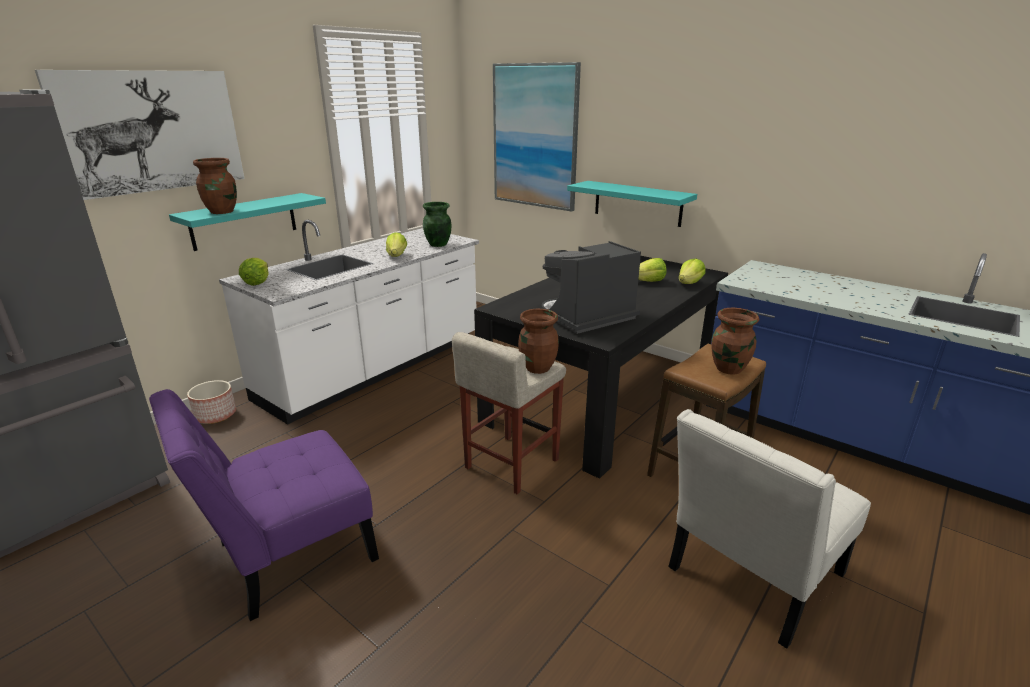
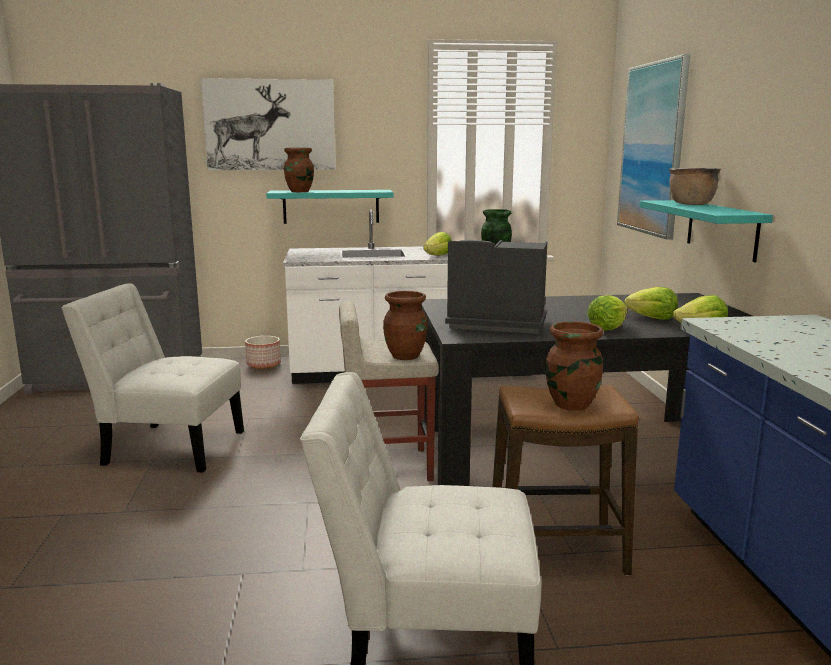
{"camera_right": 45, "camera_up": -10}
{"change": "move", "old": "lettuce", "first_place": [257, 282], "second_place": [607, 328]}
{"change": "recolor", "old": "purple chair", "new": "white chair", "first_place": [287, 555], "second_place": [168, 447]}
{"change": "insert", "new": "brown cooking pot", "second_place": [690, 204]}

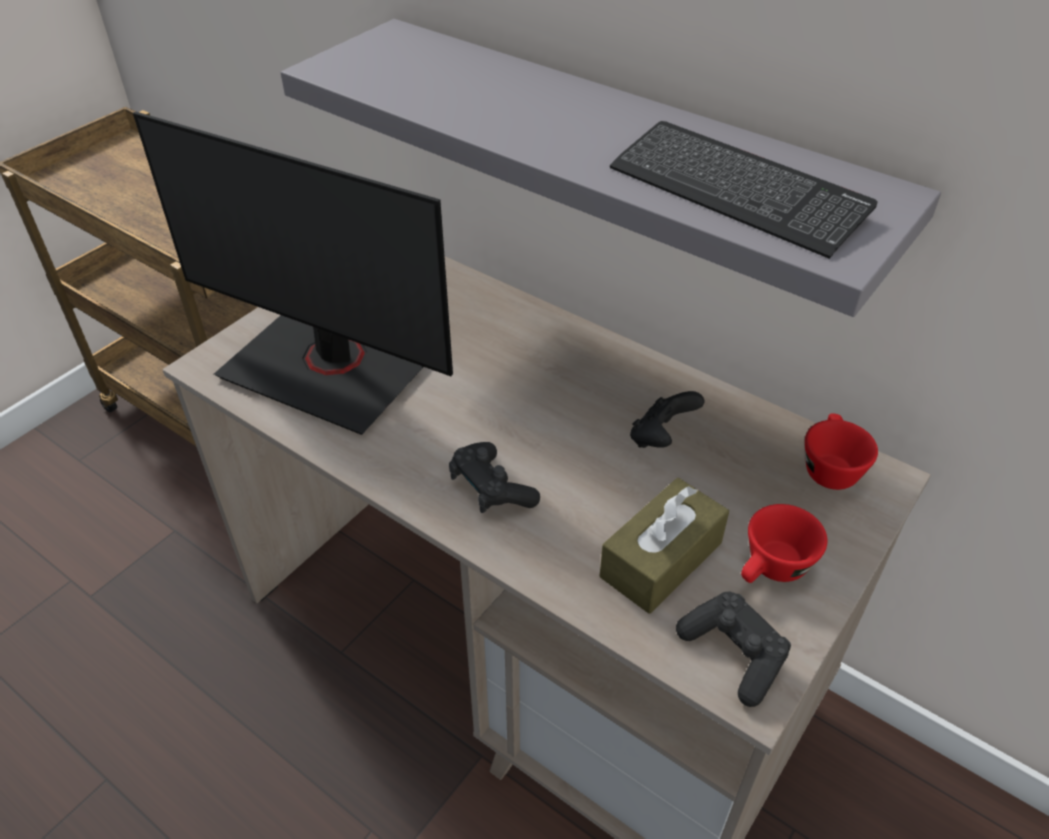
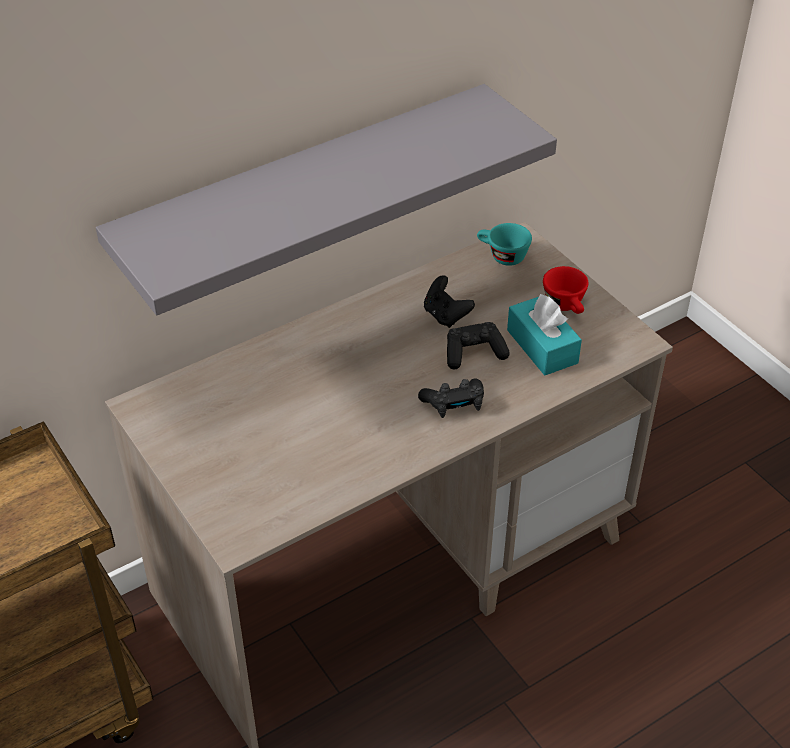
{"camera_right": -70, "camera_up": 0}
{"change": "delete", "old": "monitor", "first_place": [327, 369]}
{"change": "delete", "old": "keyboard", "first_place": [737, 192]}
{"change": "recolor", "old": "red cup", "new": "turquoise cup", "first_place": [829, 466], "second_place": [502, 256]}
{"change": "recolor", "old": "brown tissue box", "new": "turquoise tissue box", "first_place": [661, 559], "second_place": [542, 346]}
{"change": "move", "old": "black game controller", "first_place": [733, 654], "second_place": [474, 353]}

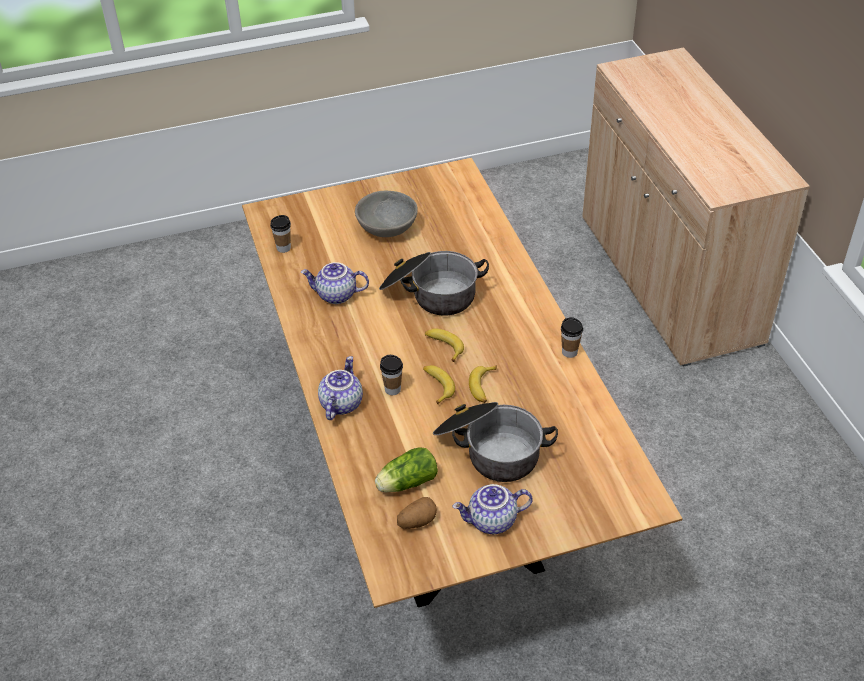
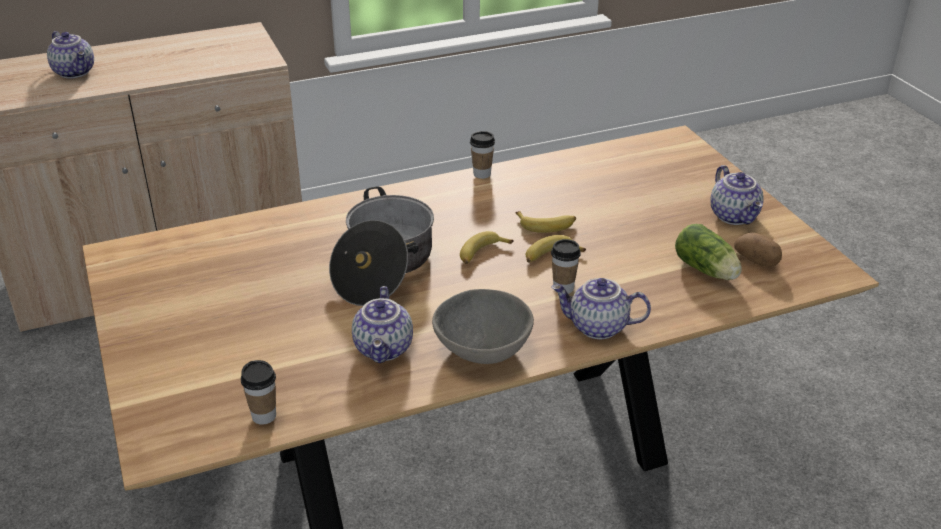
{"camera_right": -95, "camera_up": -10}
{"change": "move", "old": "grey bowl", "first_place": [388, 227], "second_place": [481, 348]}
{"change": "delete", "old": "cooking pot", "first_place": [490, 450]}
{"change": "insert", "new": "teapot", "second_place": [75, 72]}

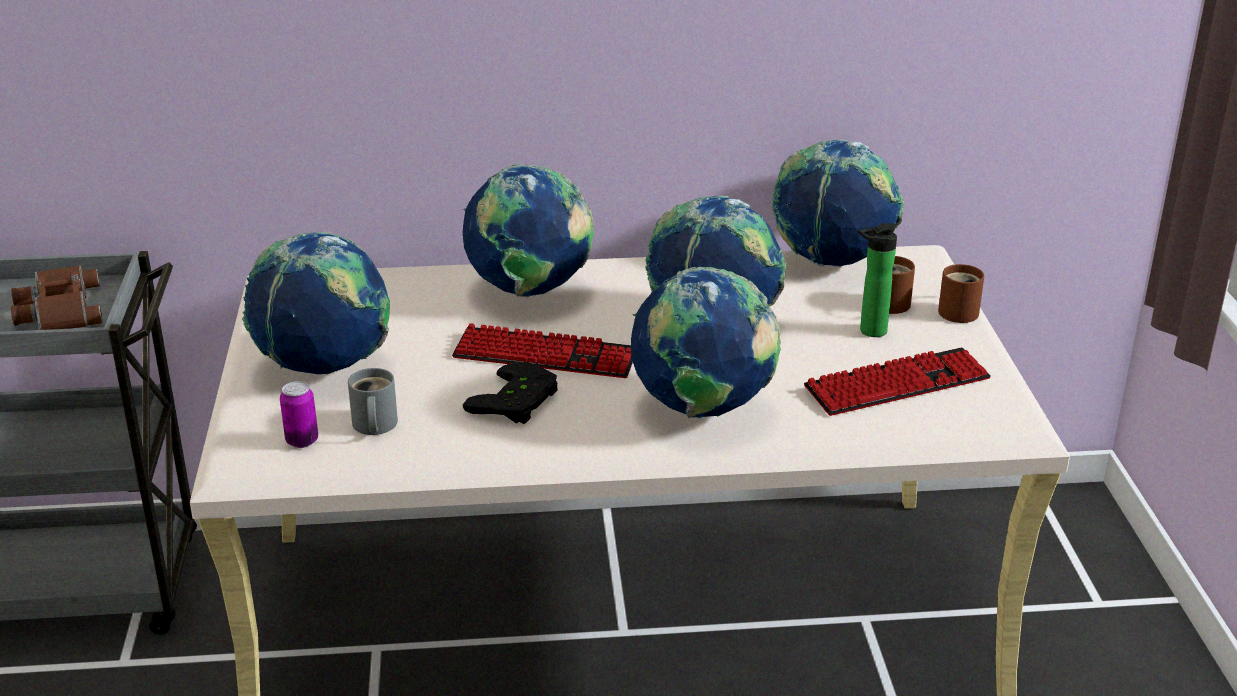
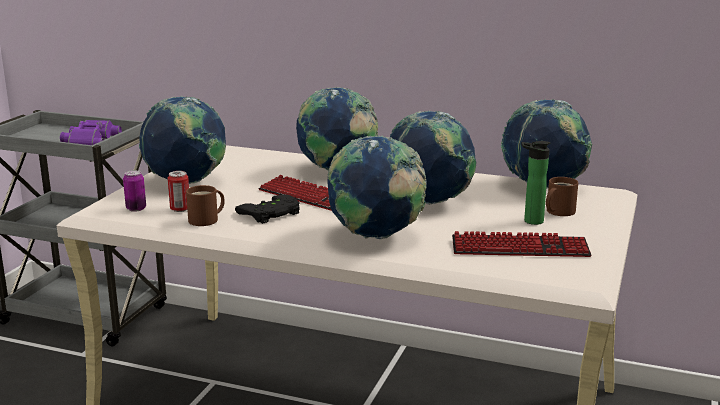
{"camera_right": 25, "camera_up": -10}
{"change": "move", "old": "brown mug", "first_place": [961, 311], "second_place": [206, 220]}
{"change": "recolor", "old": "brown binoculars", "new": "purple binoculars", "first_place": [57, 310], "second_place": [89, 141]}
{"change": "replace", "old": "grey mug", "new": "can", "first_place": [373, 425], "second_place": [180, 209]}

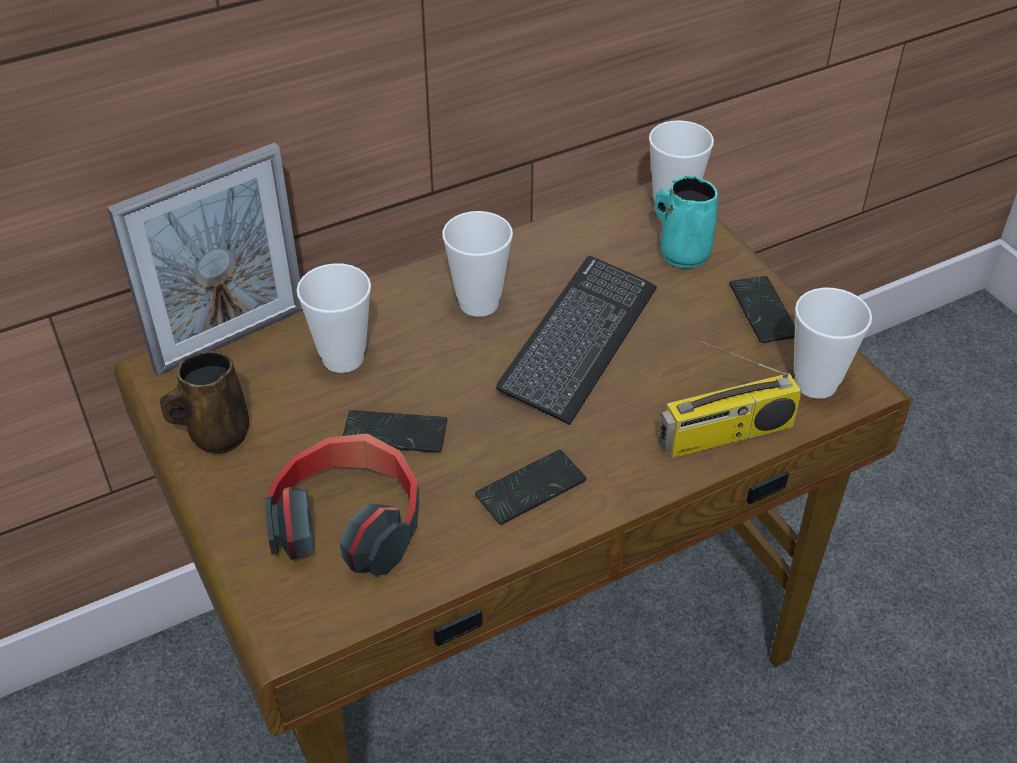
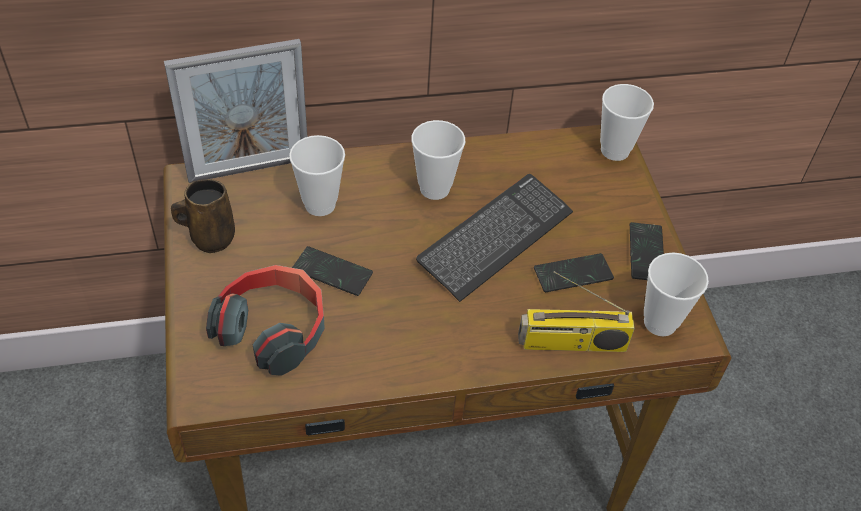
{"camera_right": 15, "camera_up": 5}
{"change": "delete", "old": "turquoise mug", "first_place": [682, 252]}
{"change": "move", "old": "phone", "first_place": [531, 489], "second_place": [573, 274]}

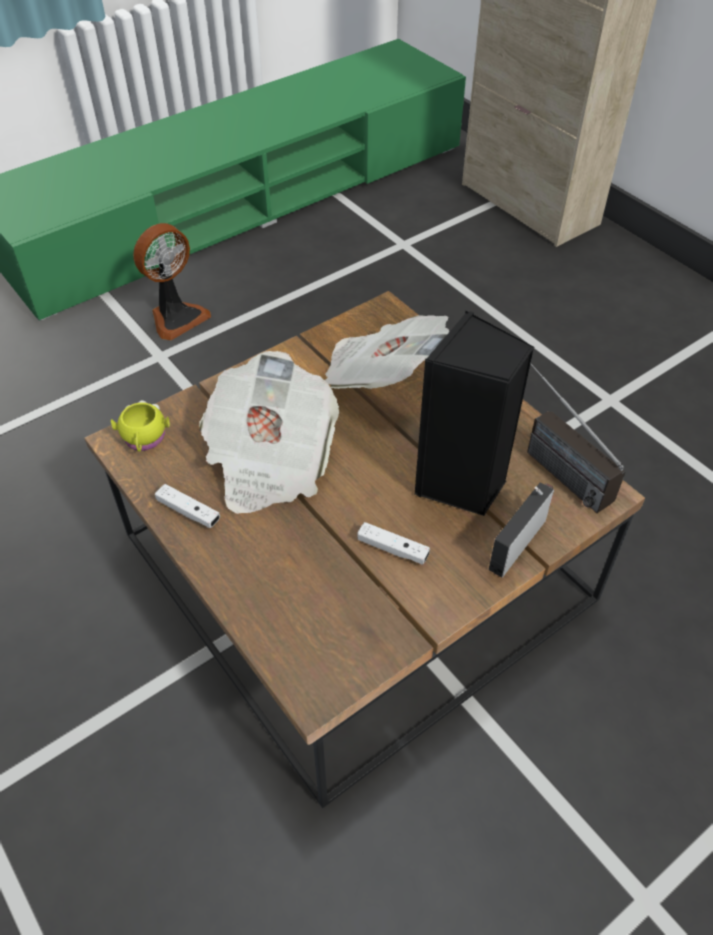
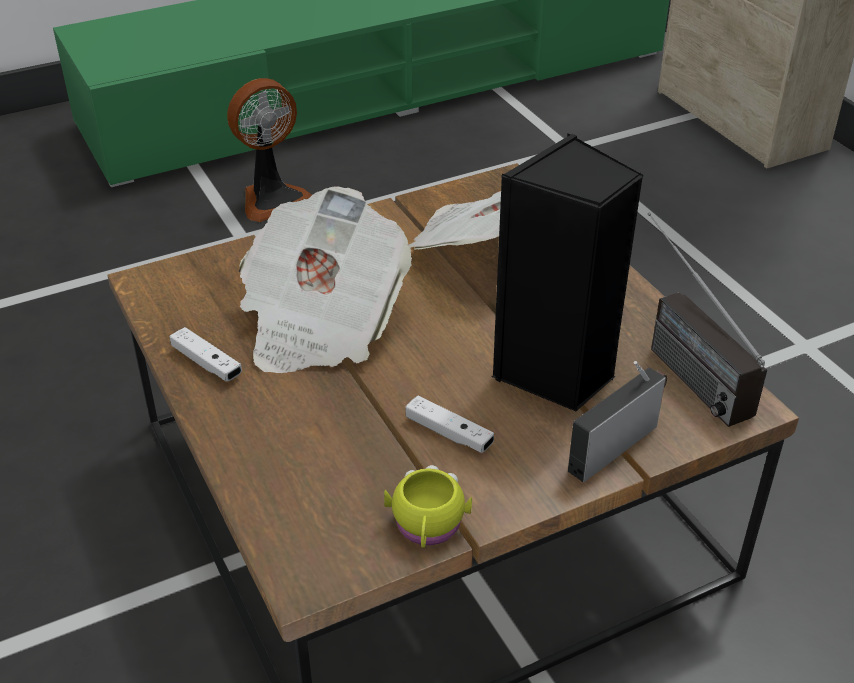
{"camera_right": 10, "camera_up": -10}
{"change": "move", "old": "yellow mug", "first_place": [144, 440], "second_place": [427, 528]}

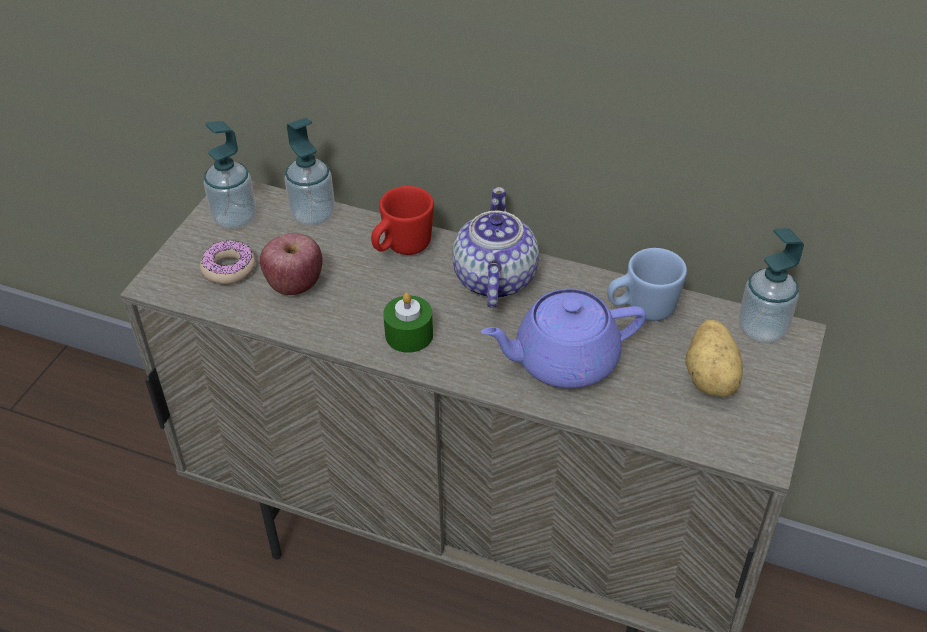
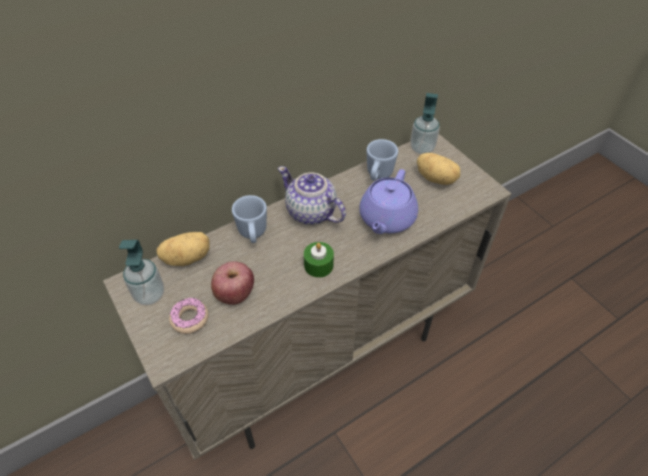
{"camera_right": -55, "camera_up": 5}
{"change": "replace", "old": "soap dispenser", "new": "potato", "first_place": [313, 215], "second_place": [187, 257]}
{"change": "recolor", "old": "red mug", "new": "blue mug", "first_place": [402, 248], "second_place": [253, 234]}

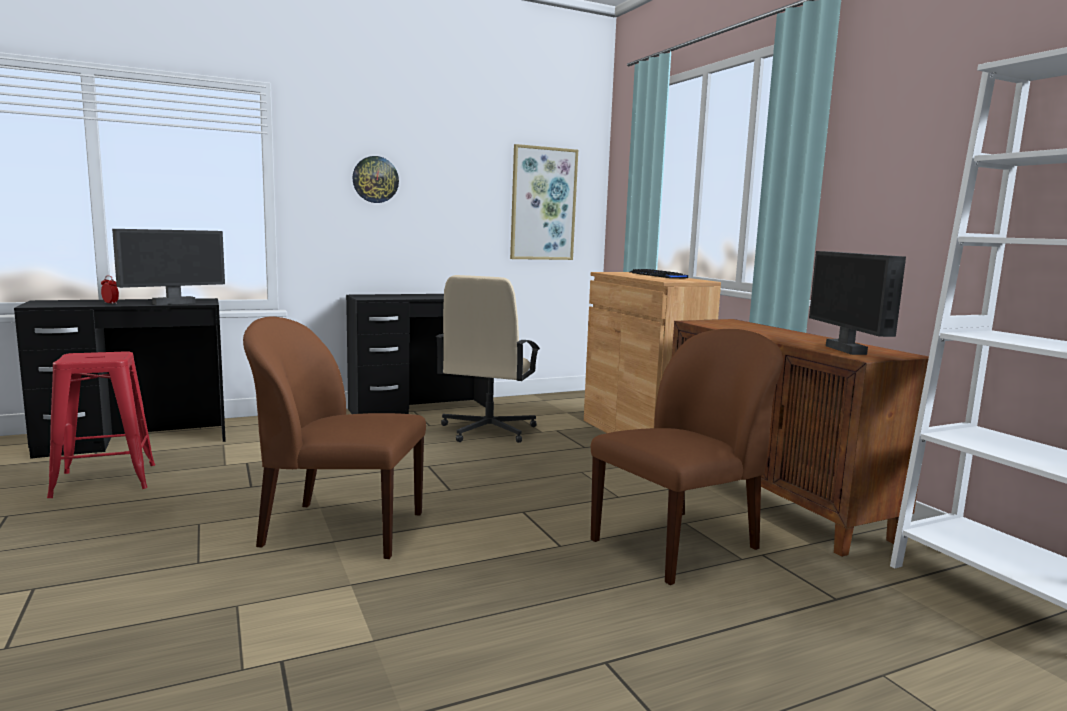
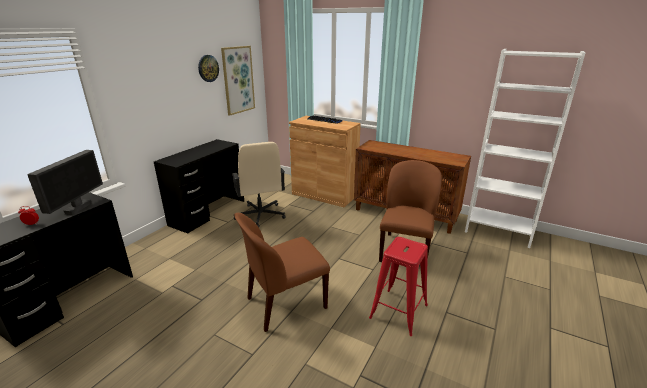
{"camera_right": -35, "camera_up": 15}
{"change": "move", "old": "wall clock", "first_place": [375, 179], "second_place": [208, 68]}
{"change": "delete", "old": "monitor", "first_place": [847, 350]}
{"change": "move", "old": "red stool", "first_place": [105, 480], "second_place": [399, 311]}

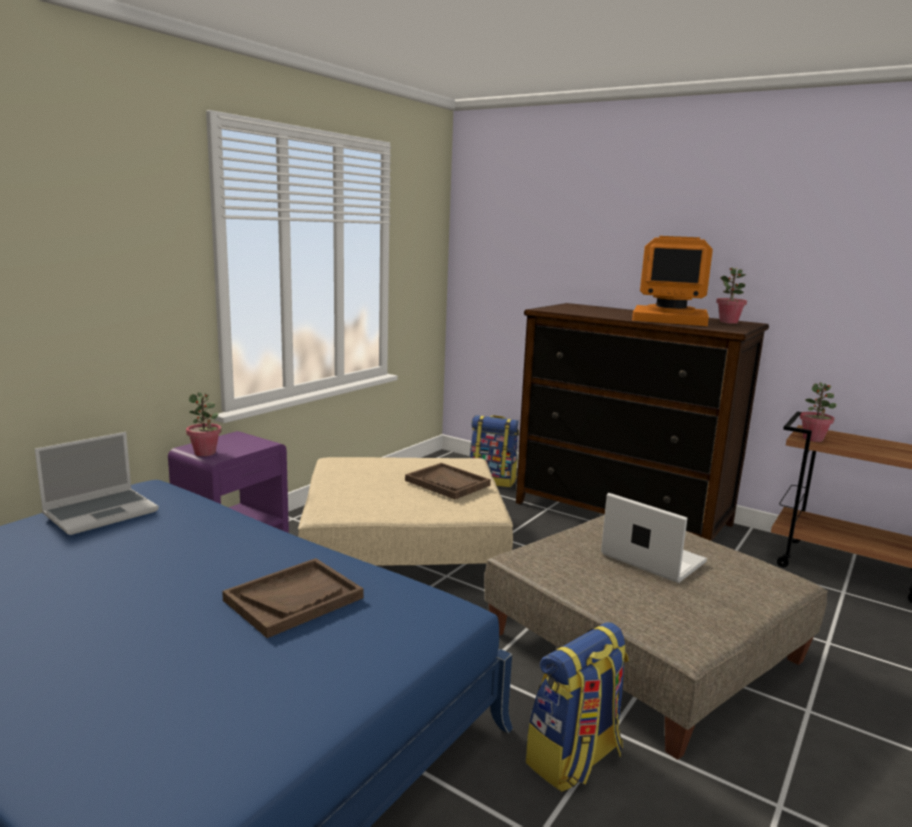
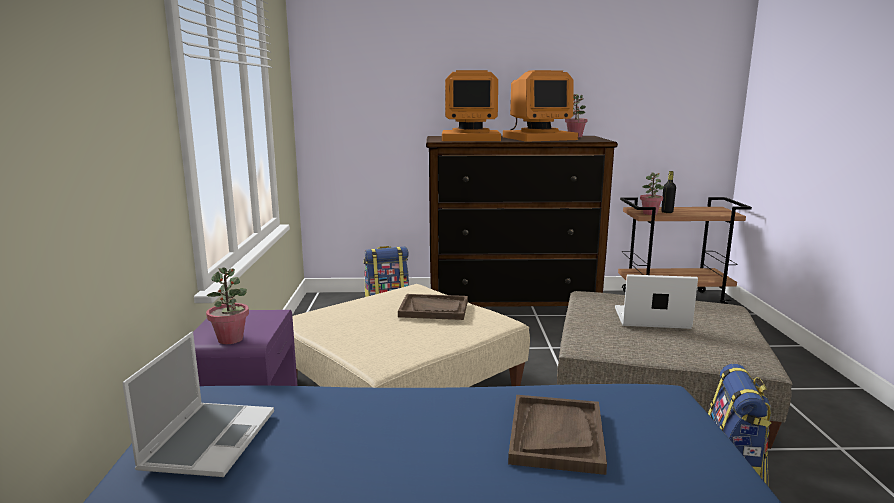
{"camera_right": -35, "camera_up": 0}
{"change": "insert", "new": "monitor", "second_place": [470, 138]}
{"change": "insert", "new": "black bottle", "second_place": [667, 212]}

